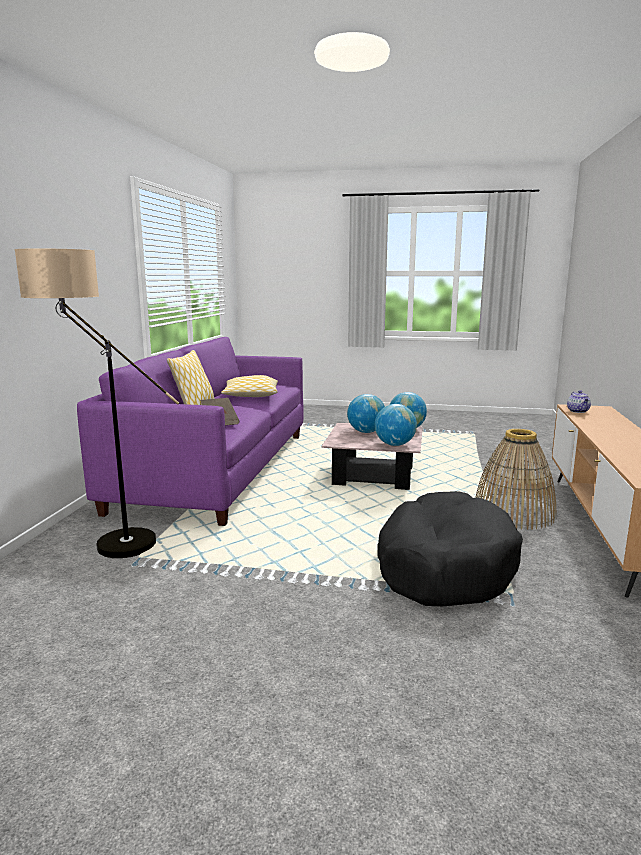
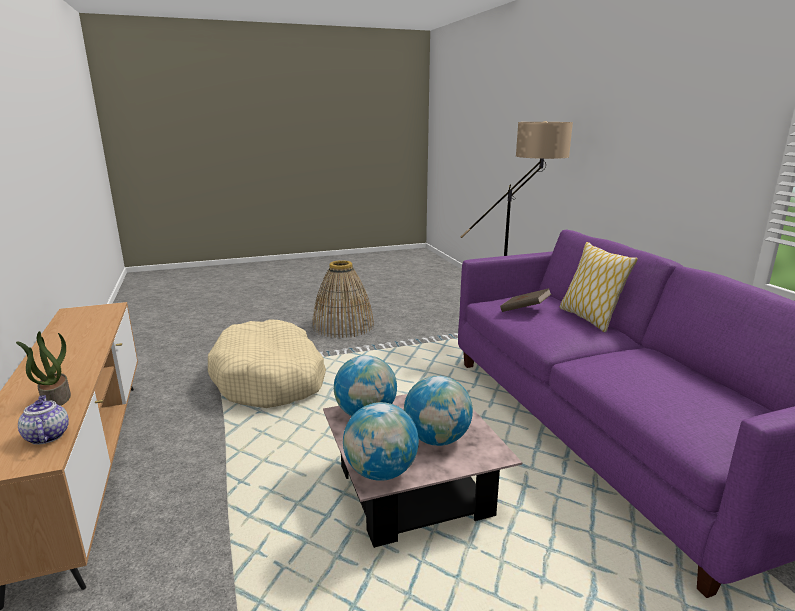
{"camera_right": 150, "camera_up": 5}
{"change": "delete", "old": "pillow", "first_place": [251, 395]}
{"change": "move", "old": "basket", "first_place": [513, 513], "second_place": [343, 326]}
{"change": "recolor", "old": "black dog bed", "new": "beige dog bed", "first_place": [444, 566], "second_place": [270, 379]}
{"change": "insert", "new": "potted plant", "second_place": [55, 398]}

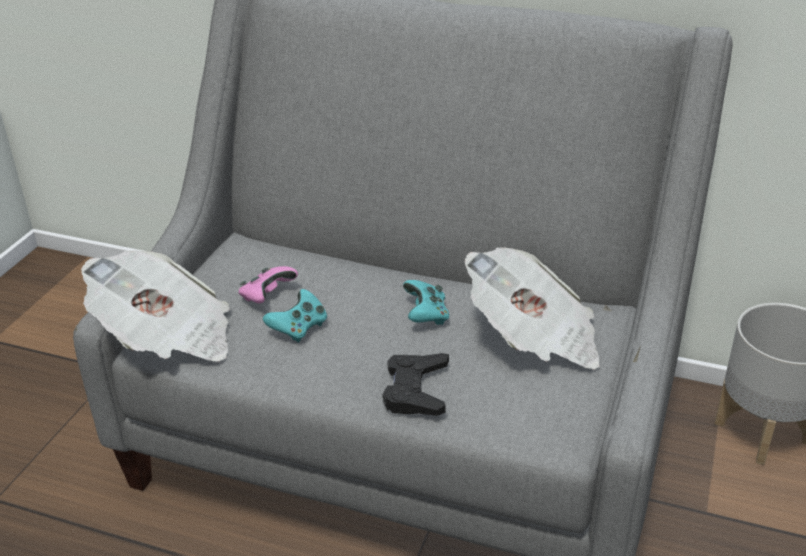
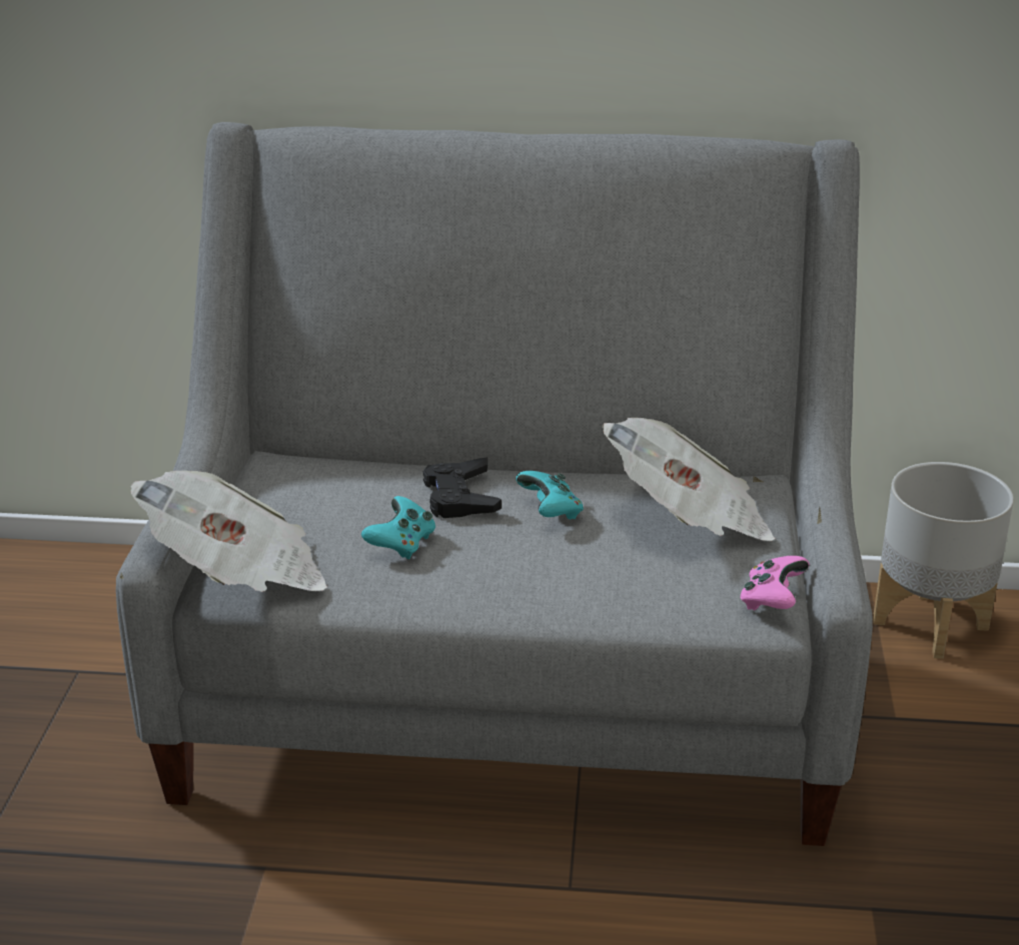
{"camera_right": -15, "camera_up": -5}
{"change": "move", "old": "pink game controller", "first_place": [267, 296], "second_place": [772, 601]}
{"change": "move", "old": "black game controller", "first_place": [416, 390], "second_place": [460, 497]}

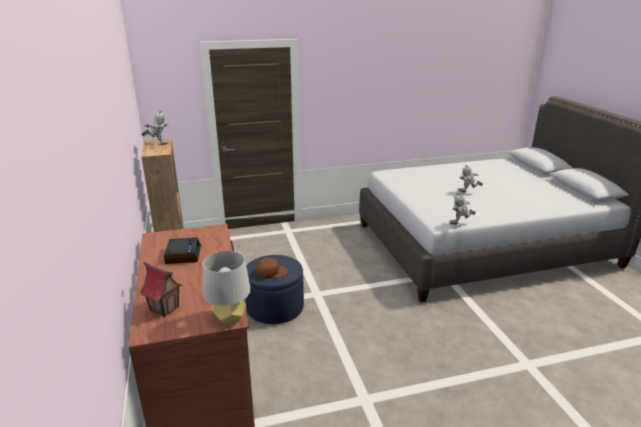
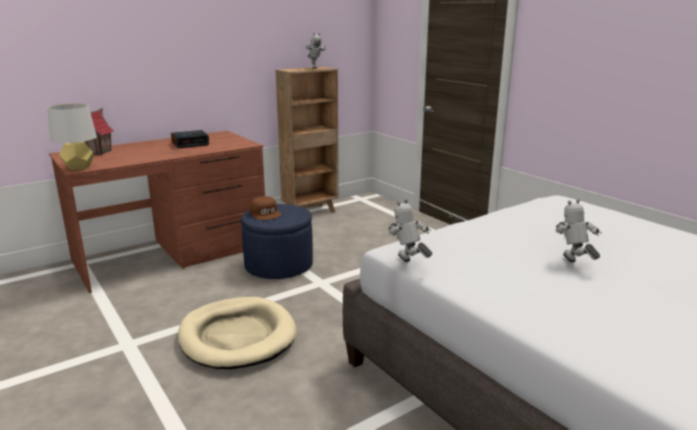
{"camera_right": 70, "camera_up": -5}
{"change": "insert", "new": "beige dog bed", "second_place": [237, 336]}

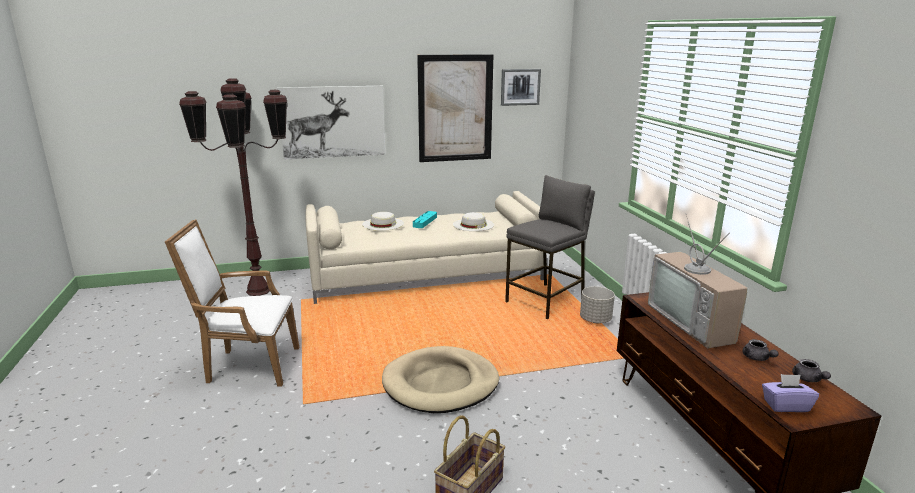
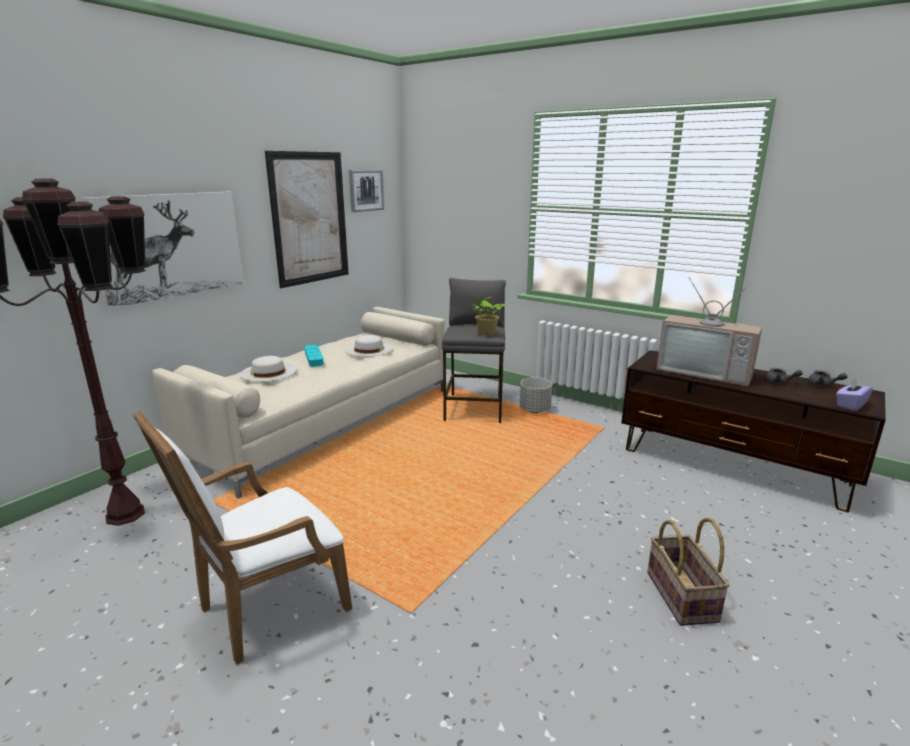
{"camera_right": -40, "camera_up": 0}
{"change": "delete", "old": "beige dog bed", "first_place": [441, 384]}
{"change": "insert", "new": "potted plant", "second_place": [486, 333]}

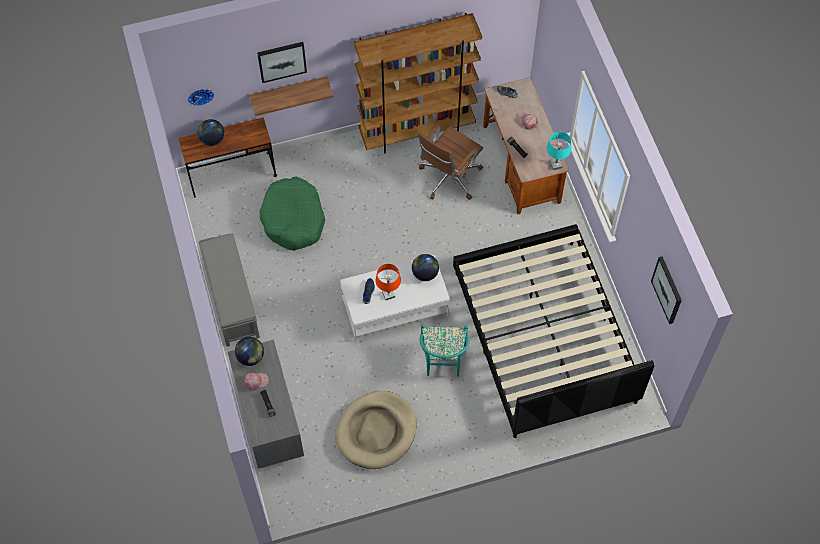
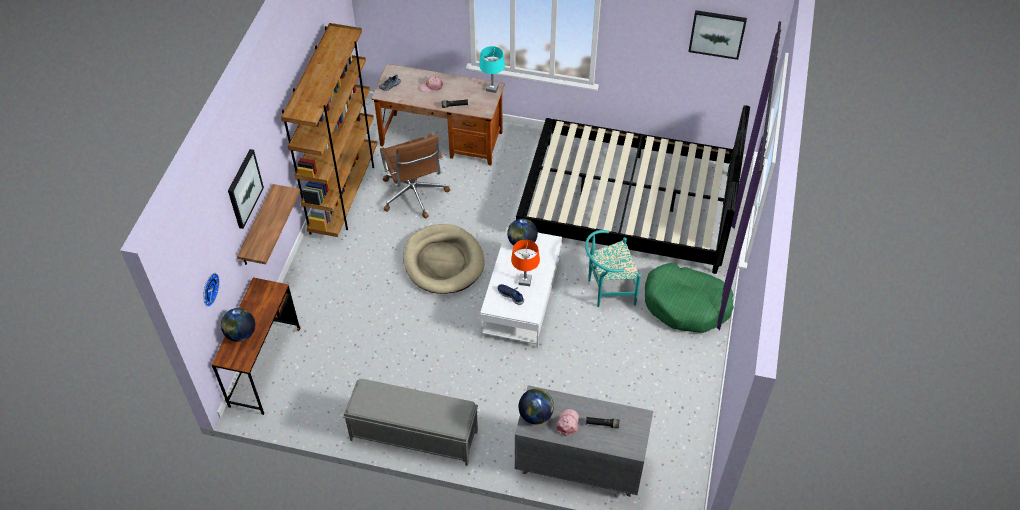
{"camera_right": -60, "camera_up": -10}
{"change": "move", "old": "green dog bed", "first_place": [293, 219], "second_place": [686, 304]}
{"change": "rotate", "old": "turquoise chair", "first_place": [443, 363], "second_place": [607, 290], "degrees": 135}
{"change": "move", "old": "beige dog bed", "first_place": [376, 431], "second_place": [443, 261]}

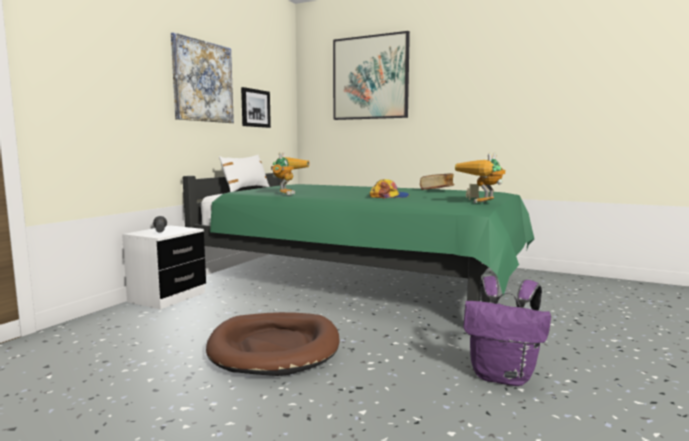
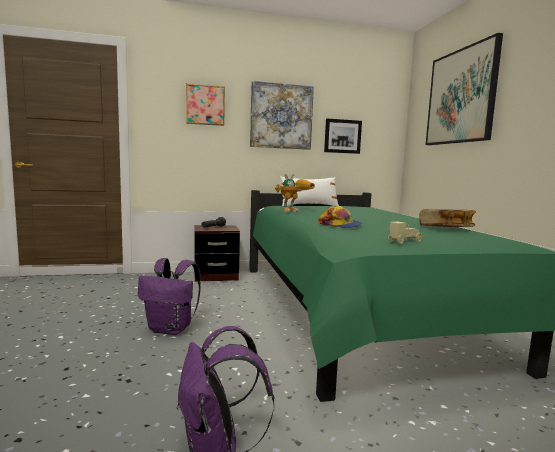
{"camera_right": 50, "camera_up": 0}
{"change": "delete", "old": "toy robot", "first_place": [483, 204]}
{"change": "recolor", "old": "white nightstand", "new": "brown nightstand", "first_place": [167, 297], "second_place": [215, 276]}
{"change": "replace", "old": "brown dog bed", "new": "purple backpack", "first_place": [275, 348], "second_place": [171, 329]}
{"change": "insert", "new": "picture", "second_place": [205, 105]}

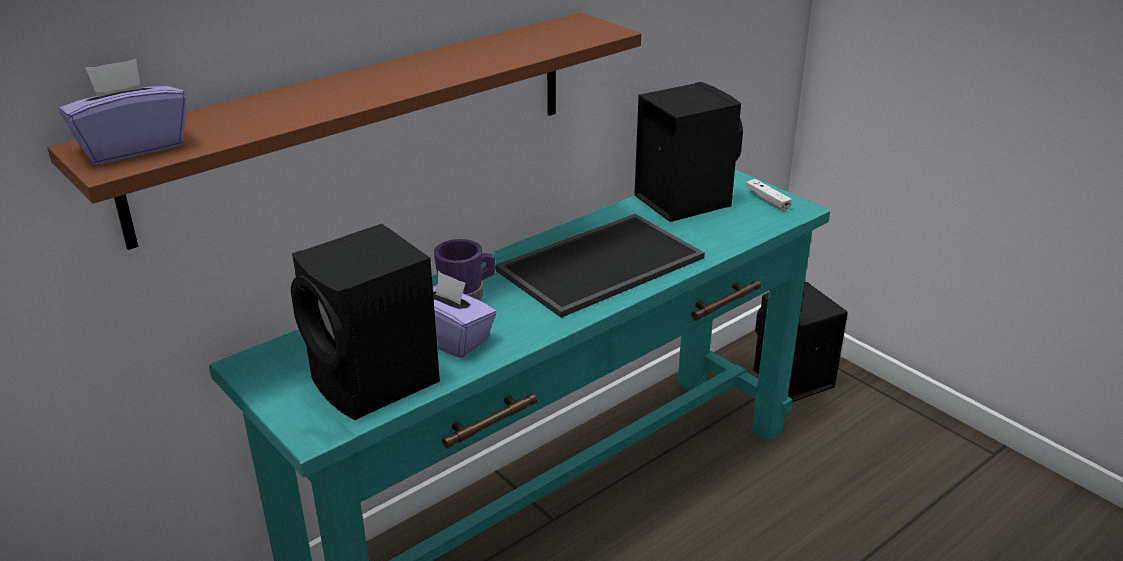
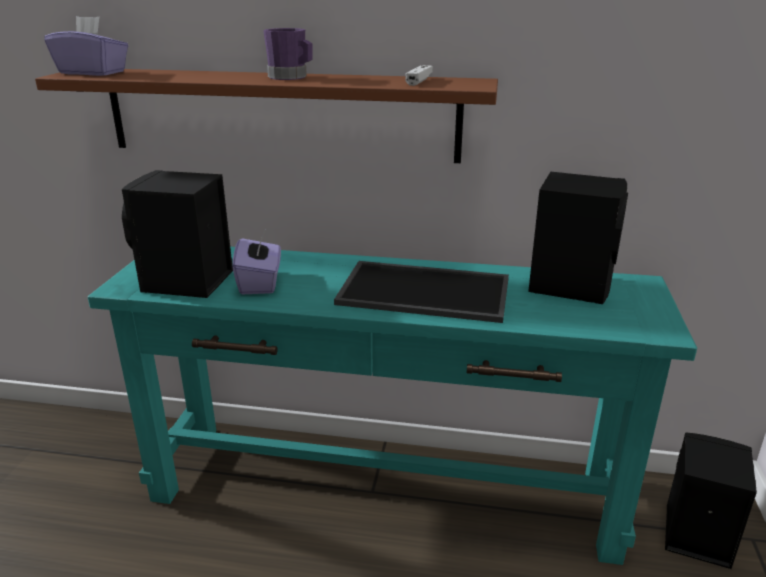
{"camera_right": 50, "camera_up": -5}
{"change": "move", "old": "white game controller", "first_place": [767, 200], "second_place": [419, 81]}
{"change": "move", "old": "purple mug", "first_place": [466, 294], "second_place": [291, 77]}

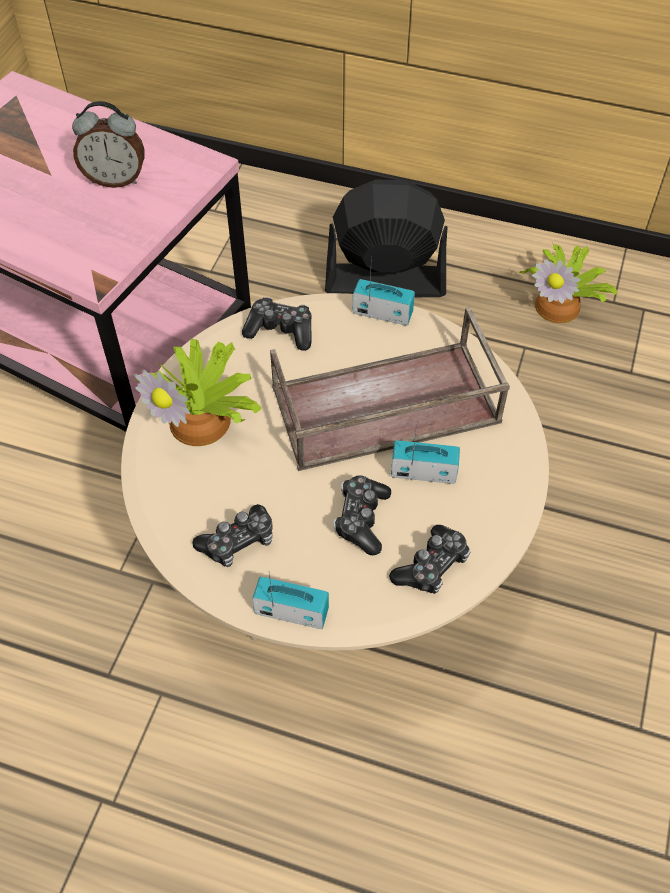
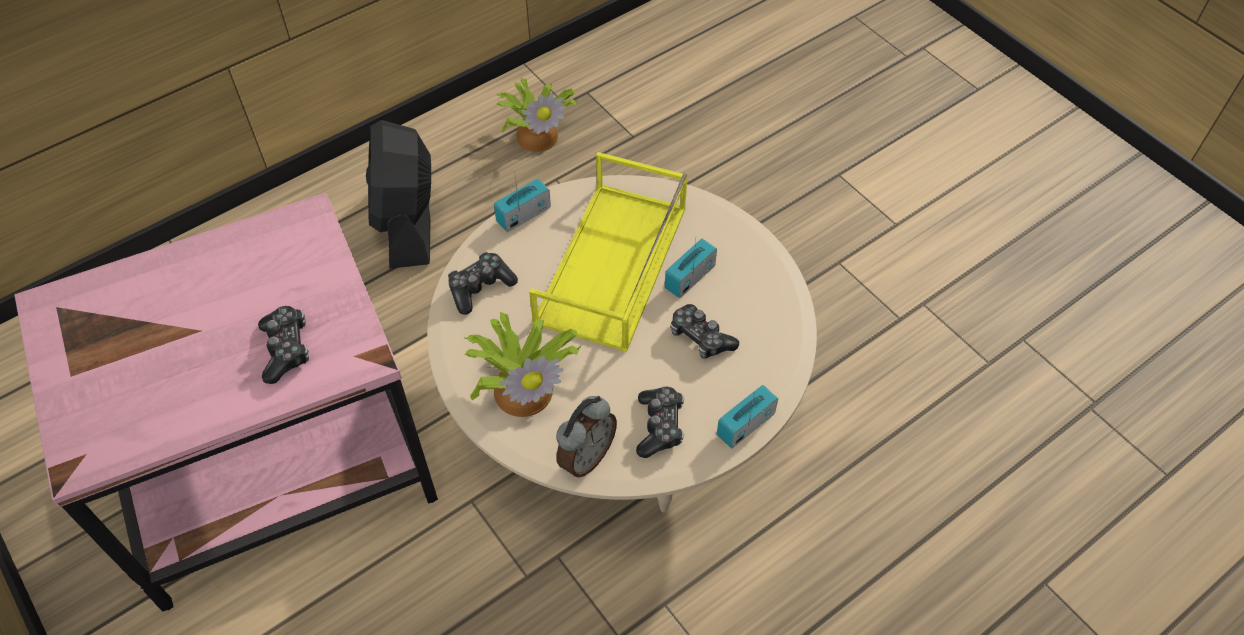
{"camera_right": -55, "camera_up": 0}
{"change": "move", "old": "alarm clock", "first_place": [115, 179], "second_place": [586, 456]}
{"change": "rotate", "old": "black fan", "first_place": [384, 281], "second_place": [407, 222], "degrees": -45}
{"change": "recolor", "old": "brown tray", "new": "yellow tray", "first_place": [383, 407], "second_place": [613, 267]}
{"change": "move", "old": "game controller", "first_place": [432, 566], "second_place": [286, 349]}

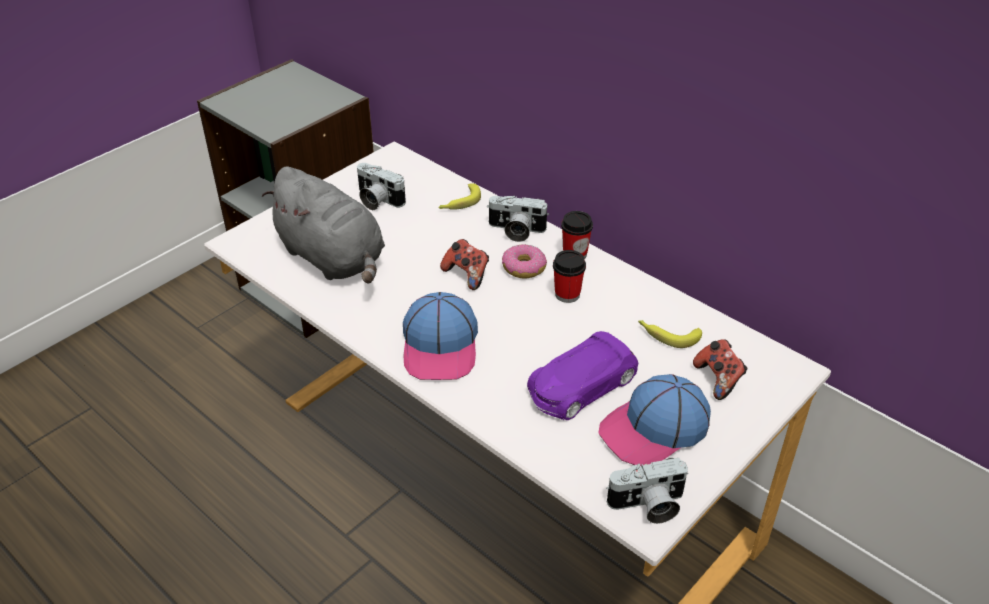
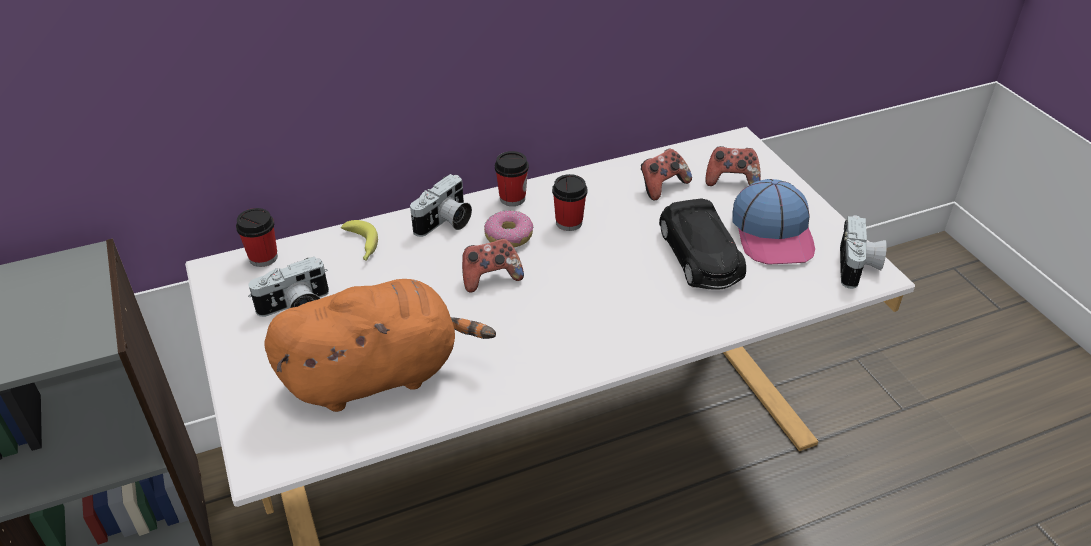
{"camera_right": -65, "camera_up": 0}
{"change": "recolor", "old": "grey plush toy", "new": "orange plush toy", "first_place": [333, 259], "second_place": [379, 374]}
{"change": "delete", "old": "cap", "first_place": [441, 346]}
{"change": "replace", "old": "banana", "new": "game controller", "first_place": [667, 335], "second_place": [662, 186]}
{"change": "recolor", "old": "purple toy car", "new": "black toy car", "first_place": [580, 386], "second_place": [700, 256]}
{"change": "insert", "new": "cup", "second_place": [263, 258]}

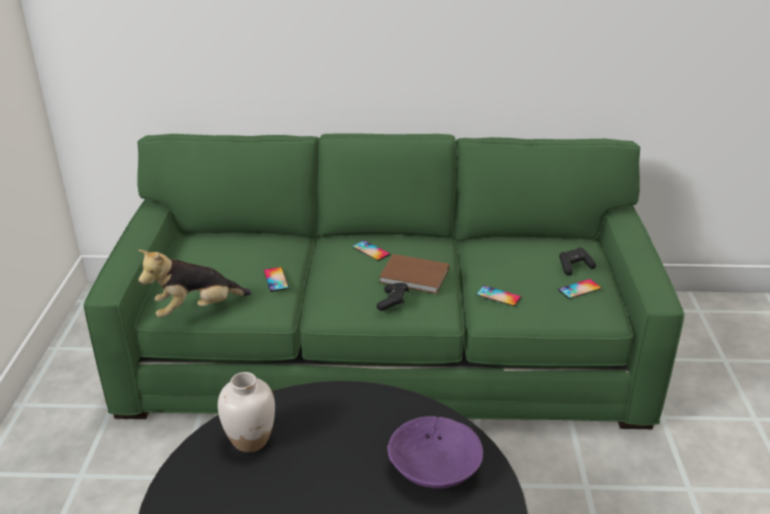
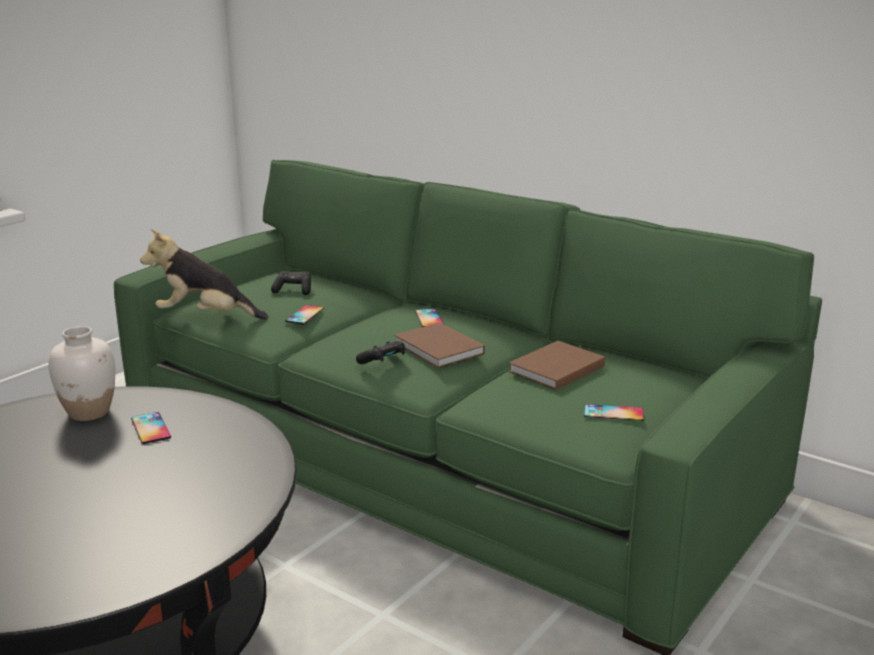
{"camera_right": 35, "camera_up": -10}
{"change": "move", "old": "black game controller", "first_place": [574, 267], "second_place": [293, 290]}
{"change": "move", "old": "phone", "first_place": [498, 296], "second_place": [150, 428]}
{"change": "delete", "old": "purple bowl", "first_place": [435, 468]}
{"change": "insert", "new": "brown book", "second_place": [554, 369]}

